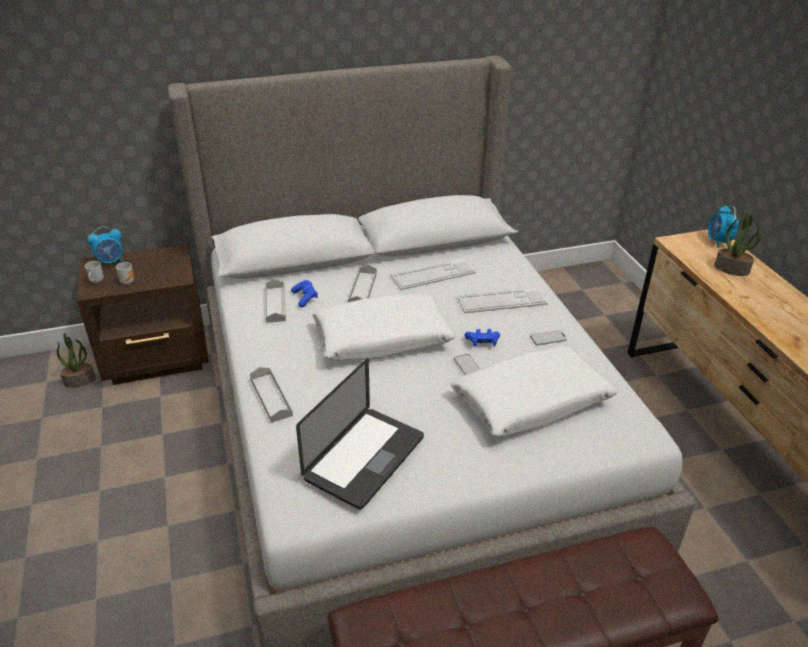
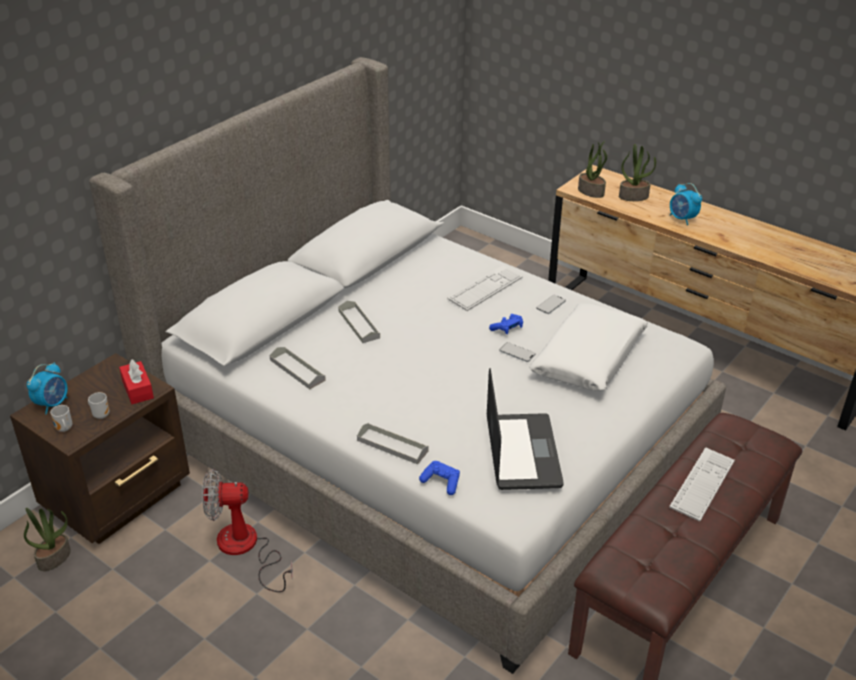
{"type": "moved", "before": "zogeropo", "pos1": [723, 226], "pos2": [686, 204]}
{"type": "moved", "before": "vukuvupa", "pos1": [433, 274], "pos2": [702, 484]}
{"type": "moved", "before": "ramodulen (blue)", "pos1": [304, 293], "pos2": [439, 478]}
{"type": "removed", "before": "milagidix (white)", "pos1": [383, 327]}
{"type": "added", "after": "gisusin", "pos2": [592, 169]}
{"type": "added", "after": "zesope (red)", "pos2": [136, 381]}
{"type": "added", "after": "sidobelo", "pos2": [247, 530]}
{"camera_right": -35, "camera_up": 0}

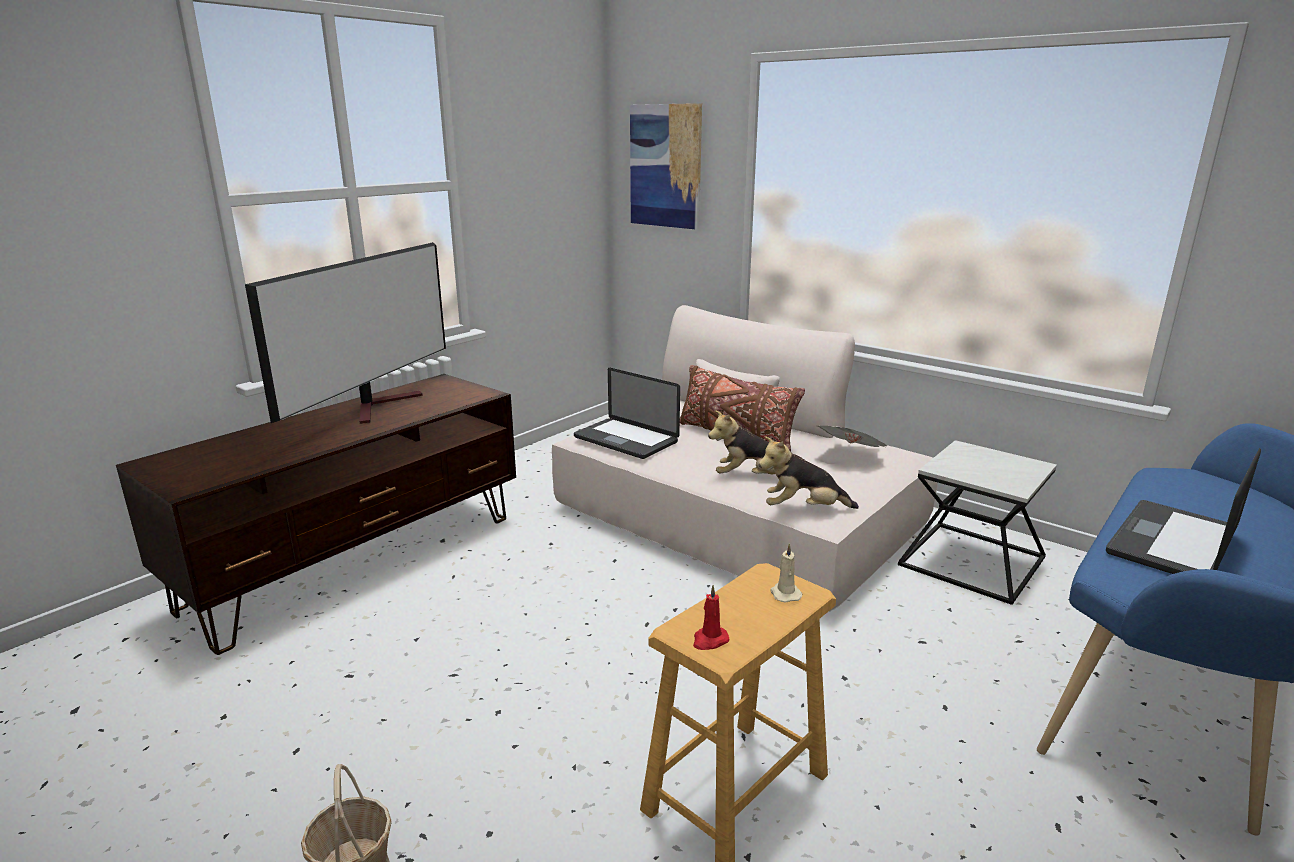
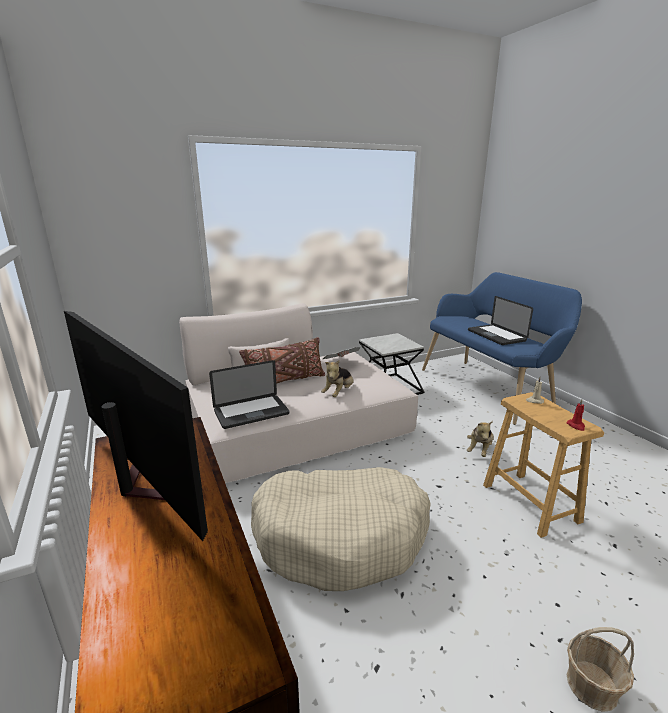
{"type": "removed", "before": "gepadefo", "pos1": [666, 166]}
{"type": "moved", "before": "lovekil", "pos1": [809, 472], "pos2": [480, 439]}
{"type": "added", "after": "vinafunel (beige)", "pos2": [341, 529]}
{"camera_right": -65, "camera_up": 0}

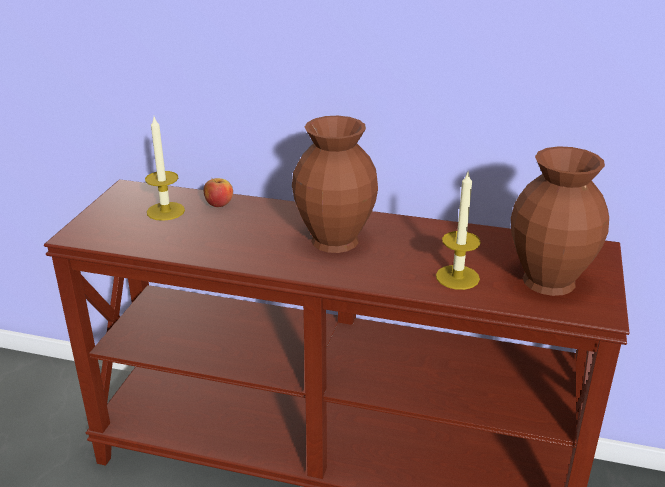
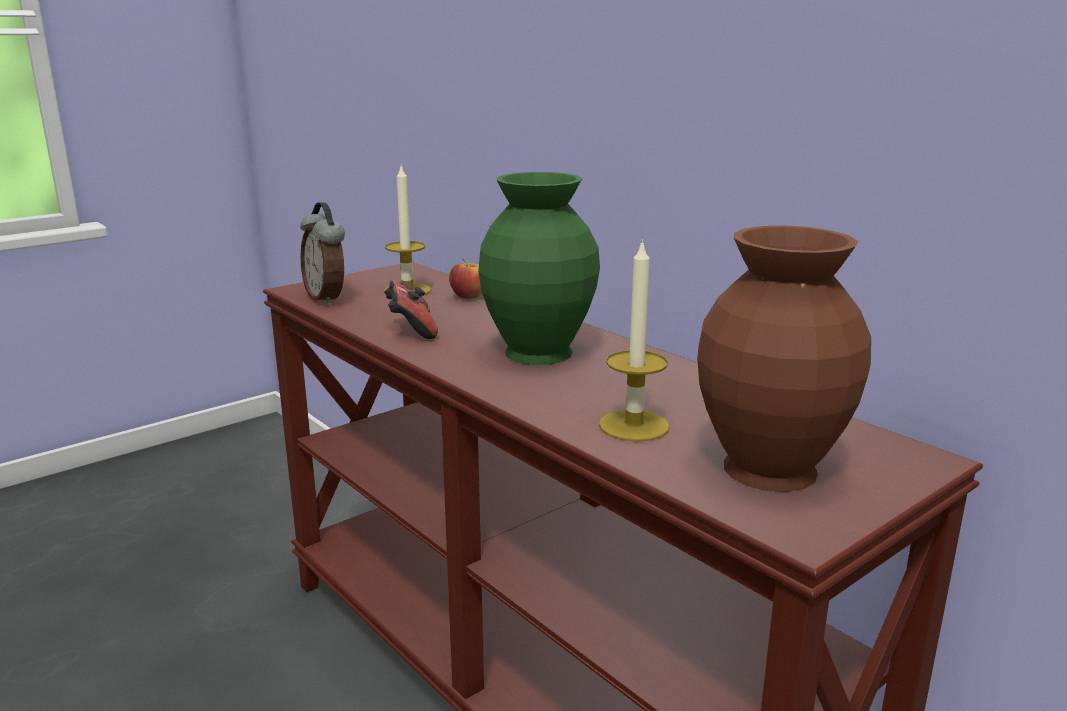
{"type": "recoloured", "before": "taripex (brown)", "after": "taripex (green)", "pos1": [335, 184], "pos2": [539, 268]}
{"type": "added", "after": "zogeropo", "pos2": [322, 254]}
{"type": "added", "after": "ramodulen", "pos2": [411, 309]}
{"camera_right": 35, "camera_up": -10}

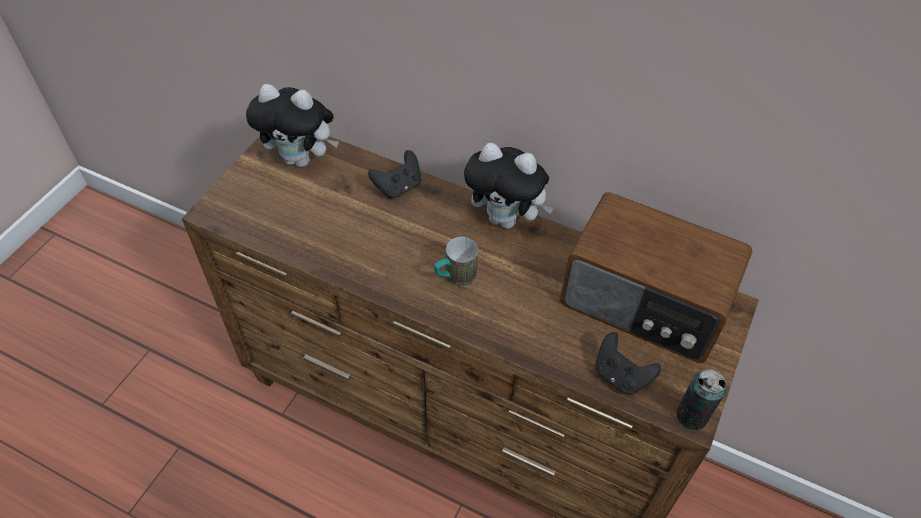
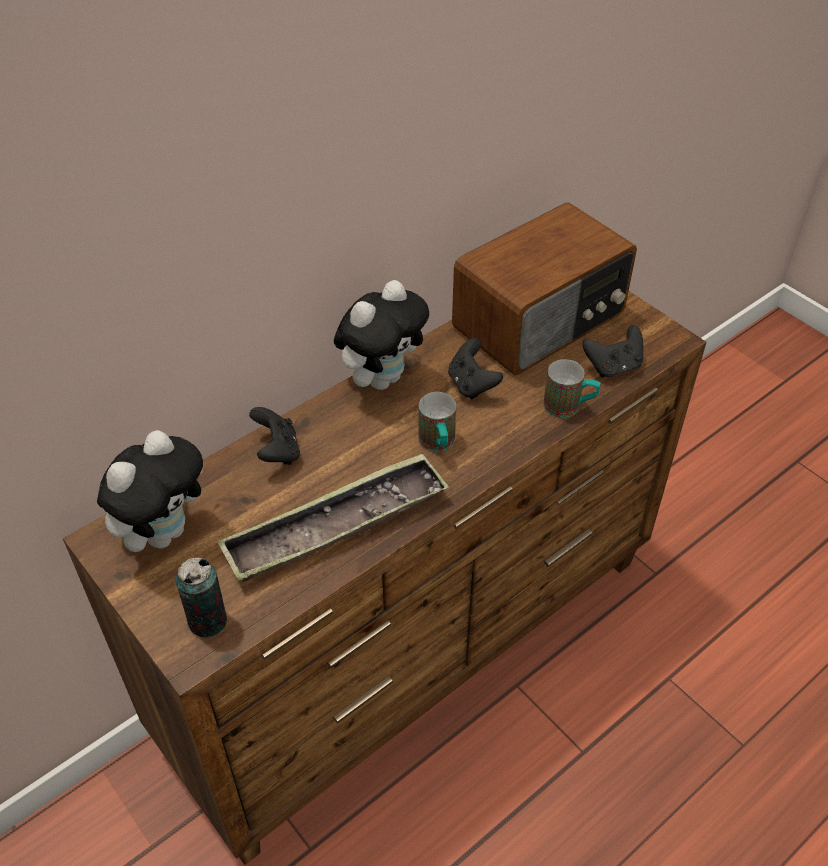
{"type": "moved", "before": "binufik", "pos1": [701, 399], "pos2": [201, 597]}
{"type": "added", "after": "ramodulen (black)", "pos2": [475, 369]}
{"type": "added", "after": "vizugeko", "pos2": [572, 388]}
{"type": "added", "after": "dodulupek", "pos2": [333, 517]}
{"camera_right": -65, "camera_up": -5}

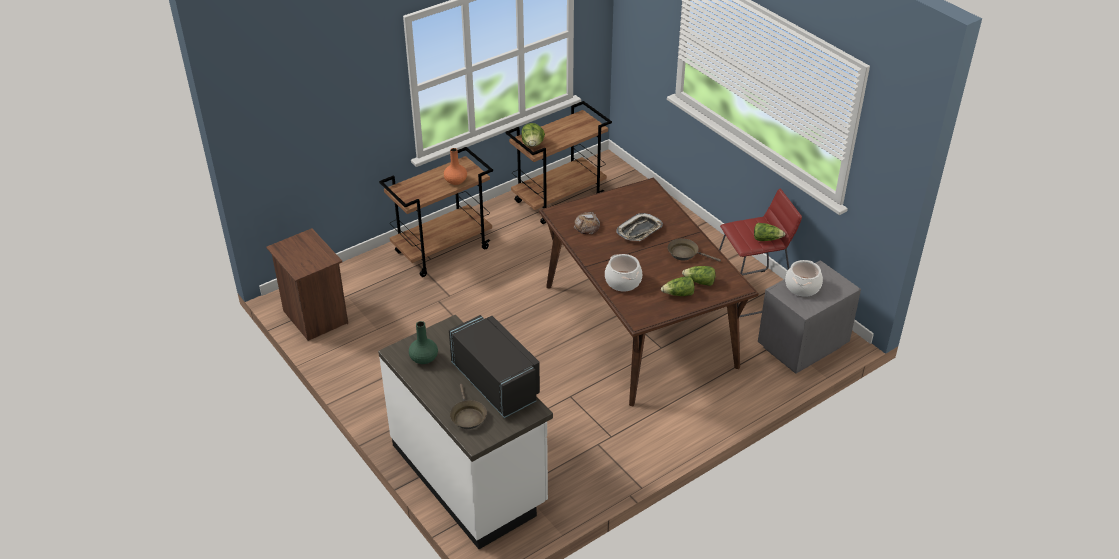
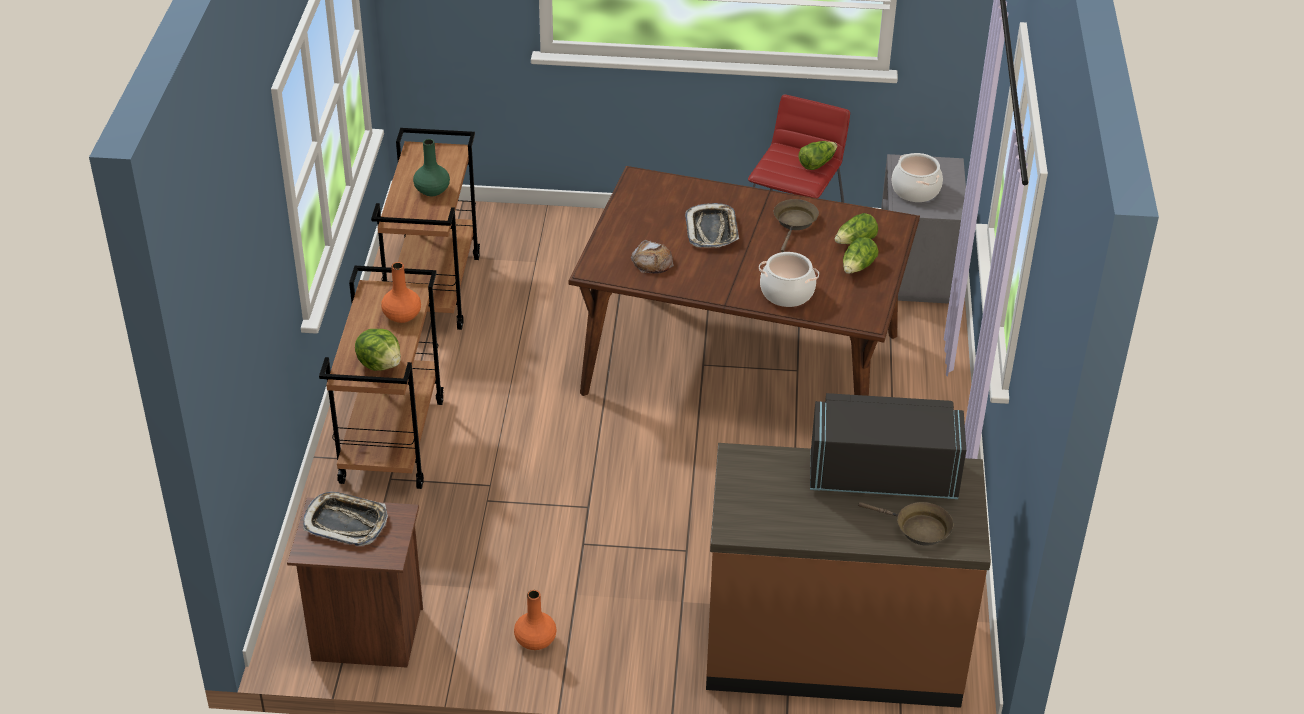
{"type": "moved", "before": "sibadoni", "pos1": [533, 135], "pos2": [378, 350]}
{"type": "turned", "before": "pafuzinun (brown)", "pos1": [694, 250], "pos2": [796, 225], "turn": 135}
{"type": "recoloured", "before": "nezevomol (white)", "after": "nezevomol (brown)", "pos1": [465, 432], "pos2": [848, 575]}
{"type": "moved", "before": "taripex (green)", "pos1": [423, 342], "pos2": [431, 167]}
{"type": "added", "after": "dodulupek", "pos2": [345, 519]}
{"type": "added", "after": "taripex (orange)", "pos2": [535, 620]}
{"camera_right": -50, "camera_up": 0}

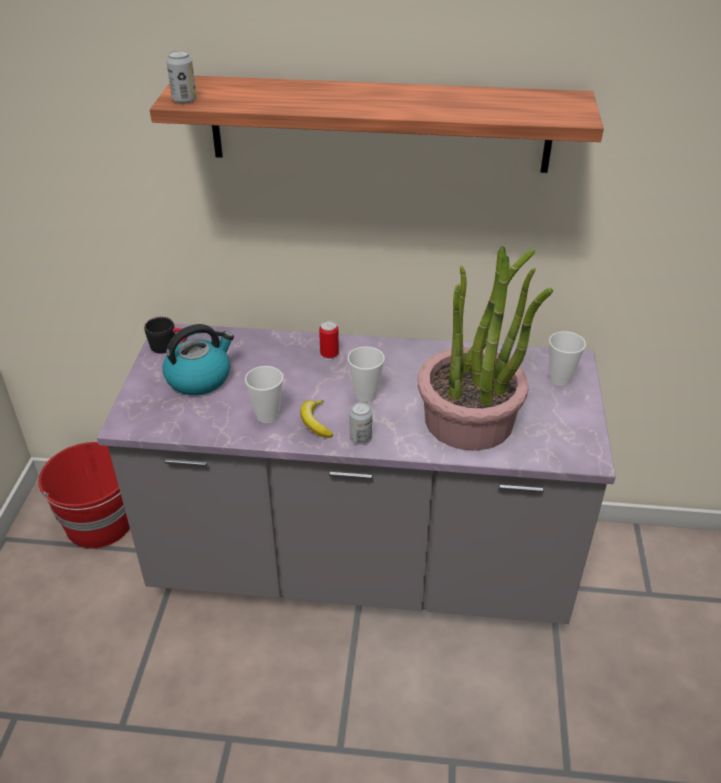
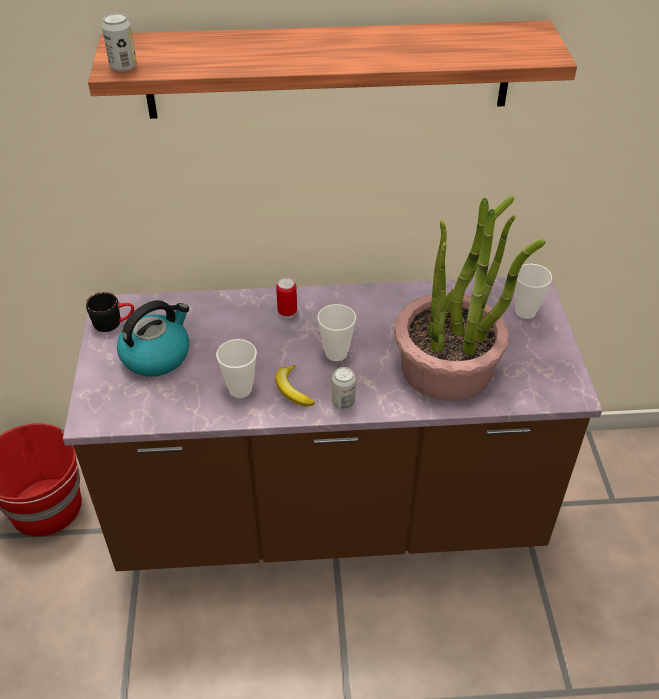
{"type": "recoloured", "before": "nezevomol (grey)", "after": "nezevomol (brown)", "pos1": [356, 474], "pos2": [332, 424]}
{"camera_right": -10, "camera_up": 5}

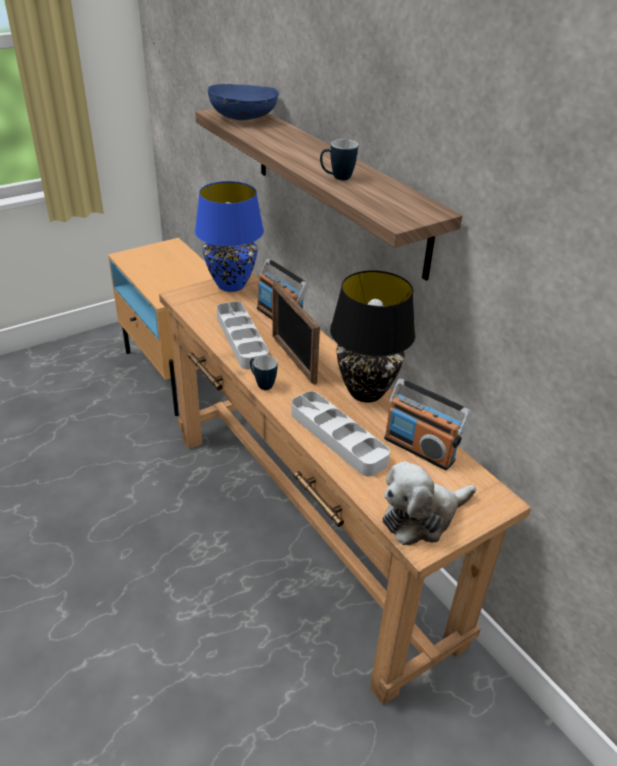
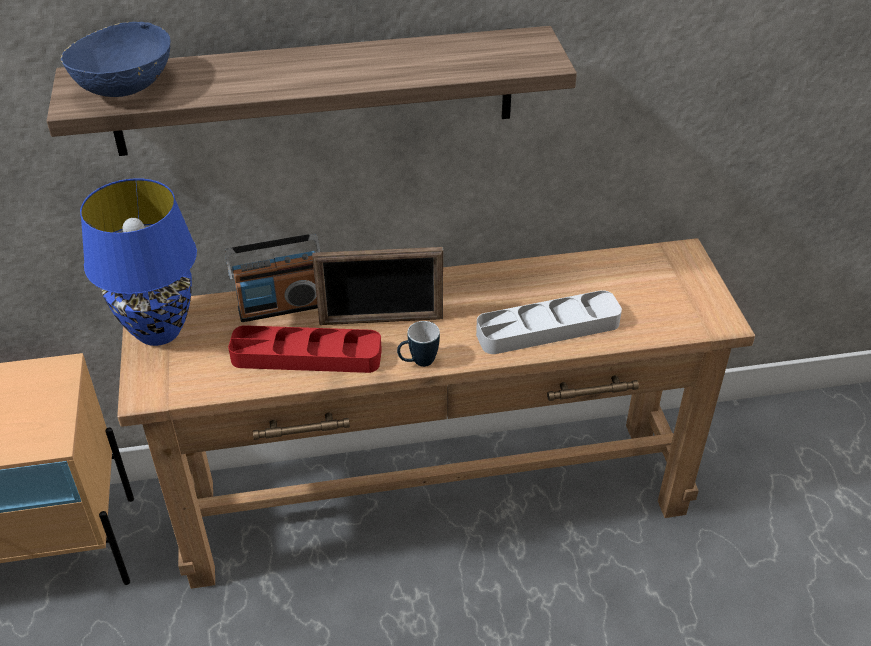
{"type": "removed", "before": "vizugeko", "pos1": [339, 159]}
{"type": "removed", "before": "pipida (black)", "pos1": [372, 336]}
{"type": "recoloured", "before": "dodulupek (grey)", "after": "dodulupek (red)", "pos1": [242, 335], "pos2": [305, 349]}
{"type": "removed", "before": "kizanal", "pos1": [427, 424]}
{"type": "removed", "before": "lovekil", "pos1": [429, 503]}
{"camera_right": -65, "camera_up": 5}

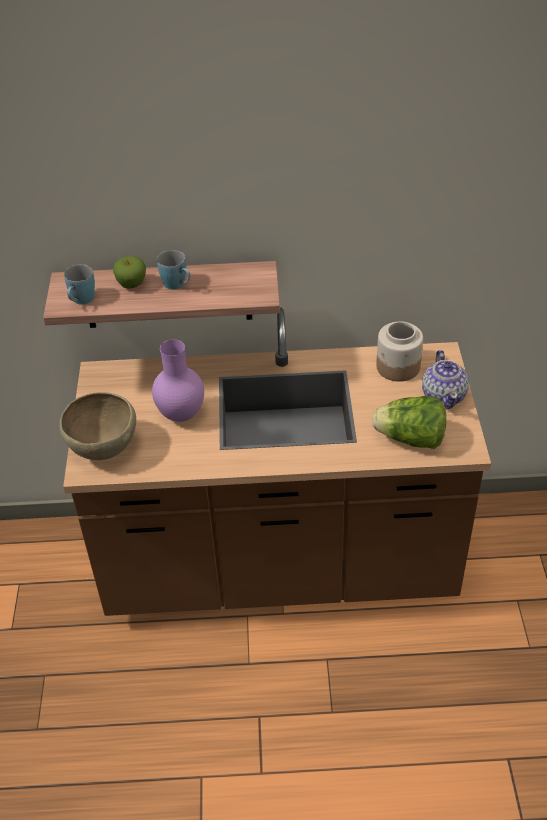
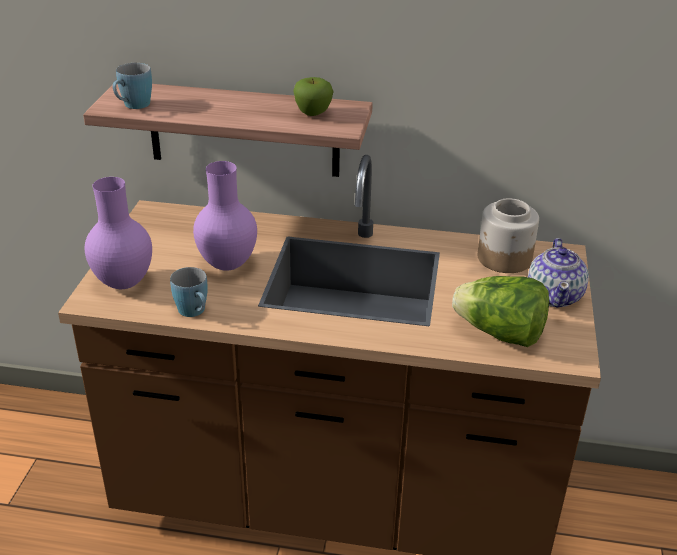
{"type": "moved", "before": "vizugeko (blue)", "pos1": [173, 270], "pos2": [189, 292]}
{"type": "moved", "before": "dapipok", "pos1": [129, 272], "pos2": [313, 96]}
{"type": "replaced", "before": "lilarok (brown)", "after": "taripex (purple)", "pos1": [97, 426], "pos2": [118, 233]}
{"camera_right": 10, "camera_up": -10}

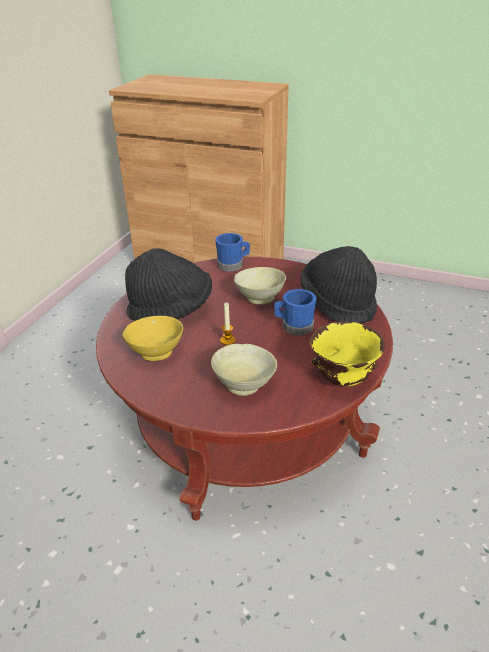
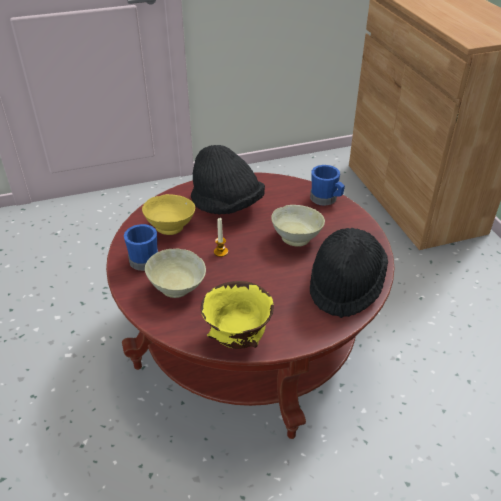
{"type": "moved", "before": "vizugeko (blue)", "pos1": [295, 312], "pos2": [141, 247]}
{"camera_right": 50, "camera_up": 5}

